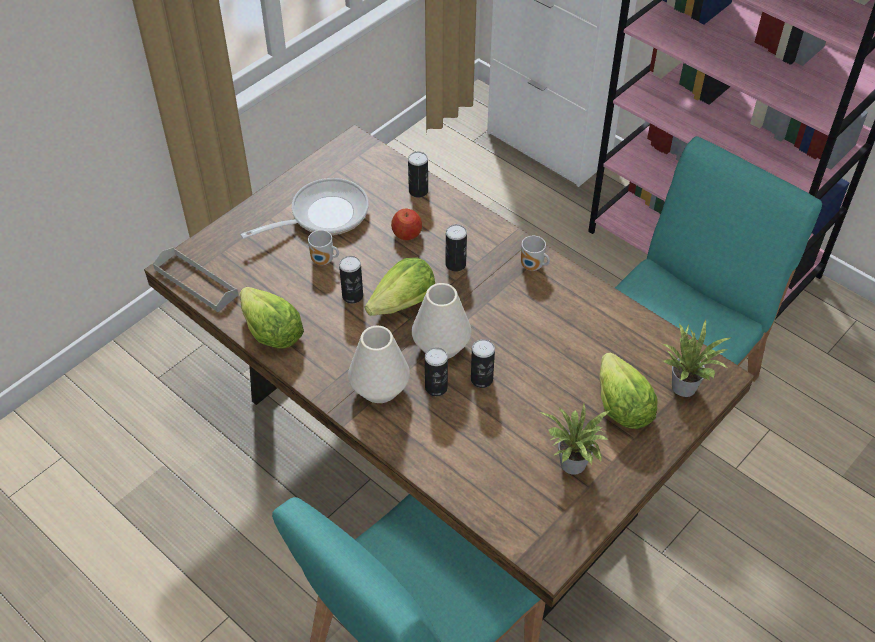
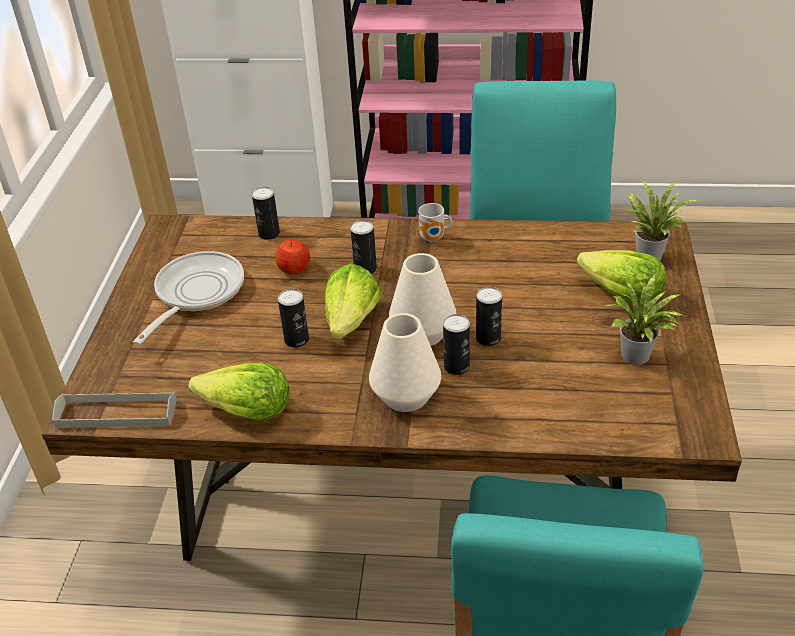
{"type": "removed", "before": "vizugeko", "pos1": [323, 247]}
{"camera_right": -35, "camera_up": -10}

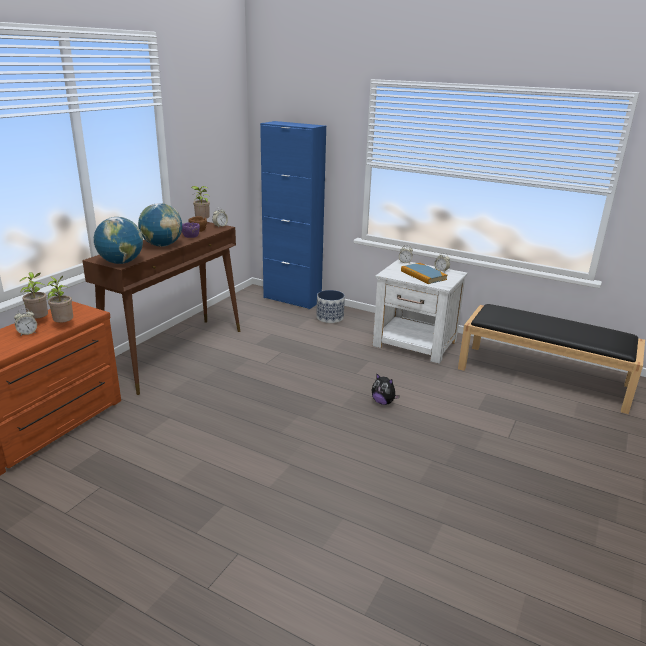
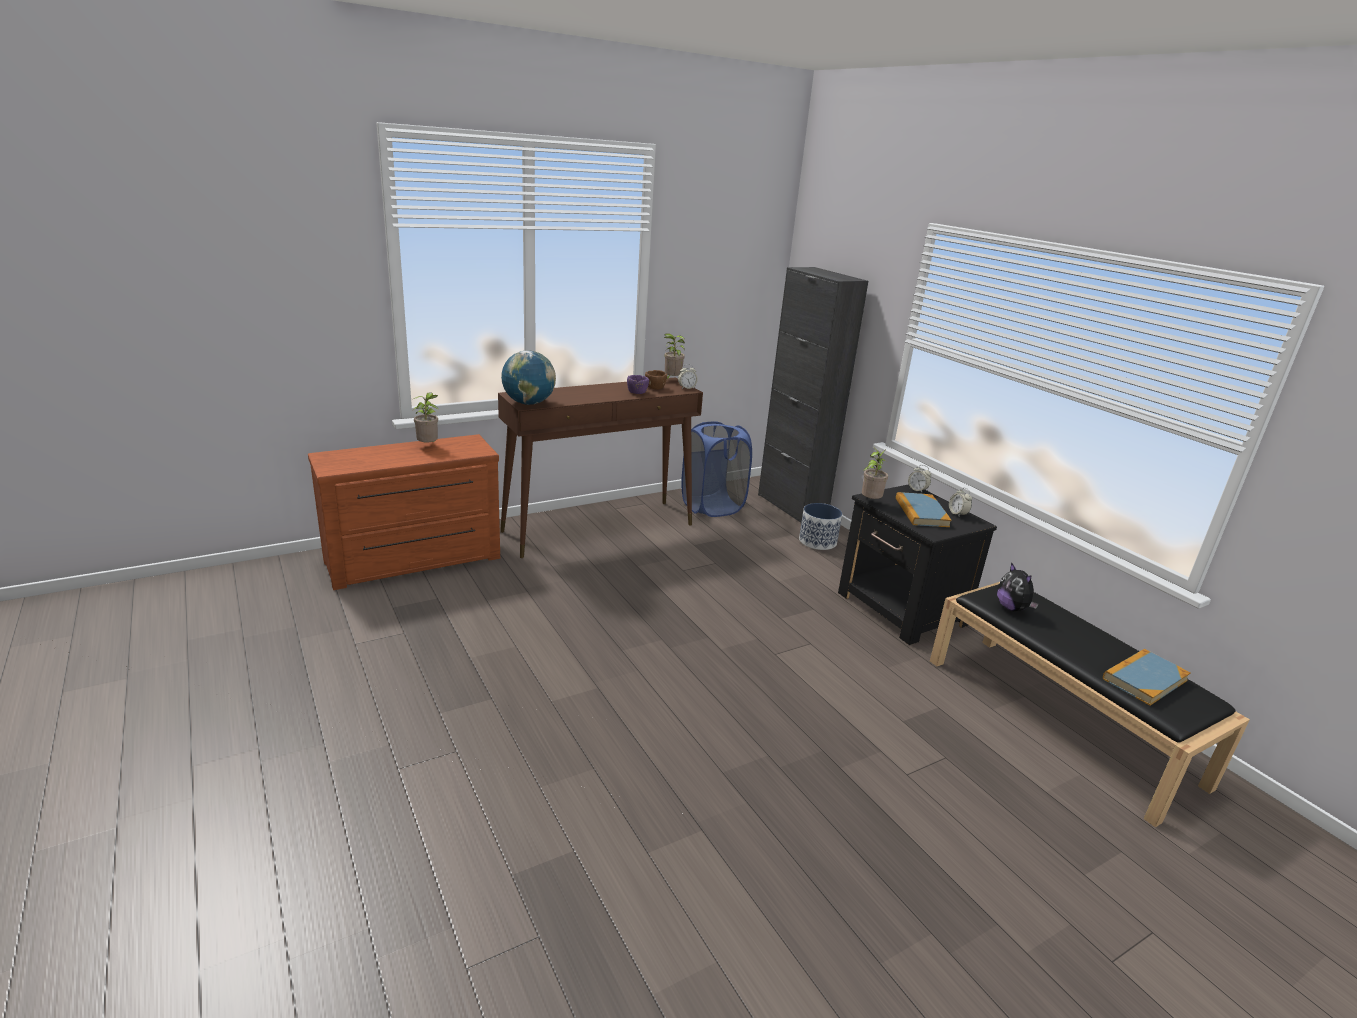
{"type": "recoloured", "before": "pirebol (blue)", "after": "pirebol (black)", "pos1": [293, 215], "pos2": [813, 394]}
{"type": "removed", "before": "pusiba", "pos1": [160, 225]}
{"type": "recoloured", "before": "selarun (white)", "after": "selarun (black)", "pos1": [420, 312], "pos2": [917, 564]}
{"type": "moved", "before": "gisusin", "pos1": [60, 299], "pos2": [875, 472]}
{"type": "removed", "before": "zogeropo", "pos1": [25, 322]}
{"type": "moved", "before": "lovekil", "pos1": [385, 389], "pos2": [1018, 586]}
{"type": "added", "after": "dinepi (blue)", "pos2": [716, 469]}
{"type": "added", "after": "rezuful", "pos2": [1146, 677]}
{"camera_right": 30, "camera_up": 0}

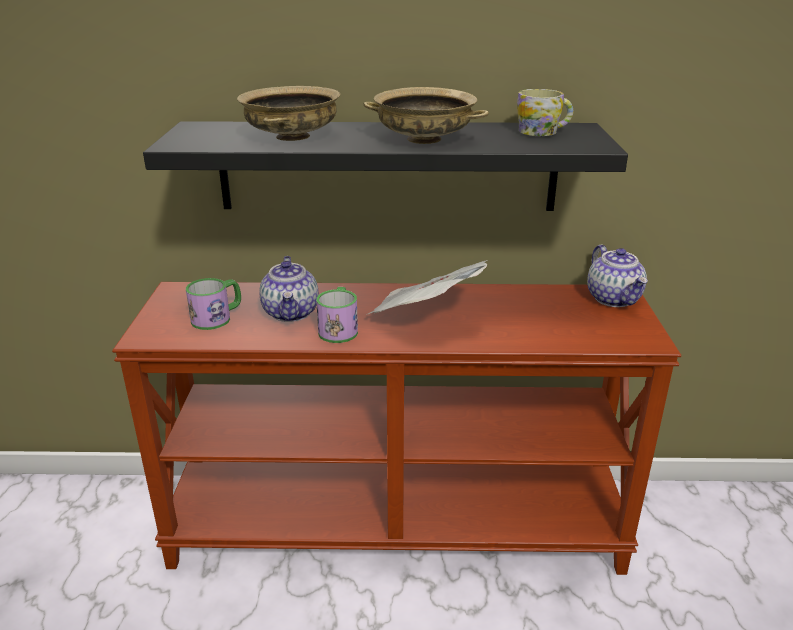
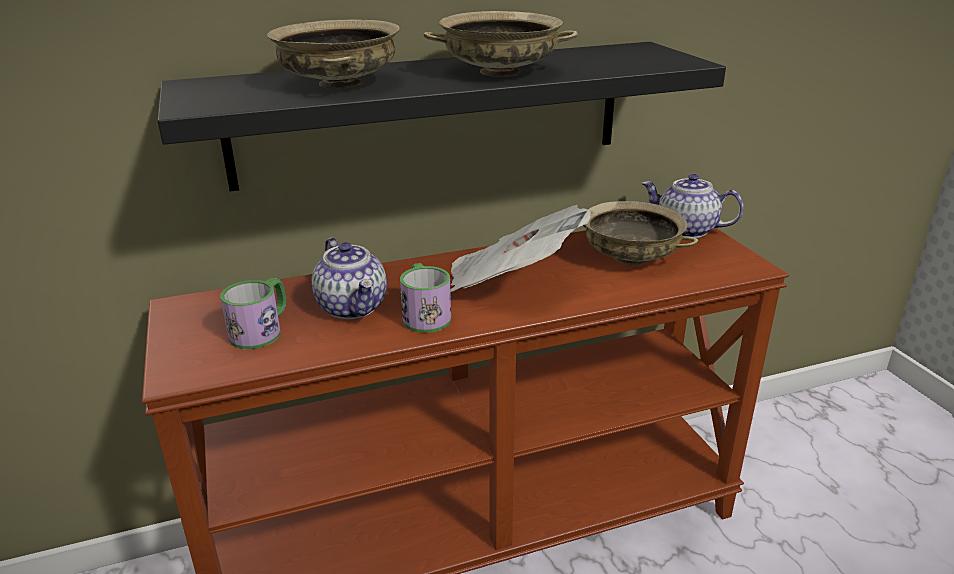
{"type": "removed", "before": "vizugeko", "pos1": [545, 112]}
{"type": "turned", "before": "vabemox", "pos1": [617, 275], "pos2": [693, 206], "turn": 150}
{"type": "added", "after": "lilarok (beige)", "pos2": [640, 233]}
{"camera_right": -20, "camera_up": 0}

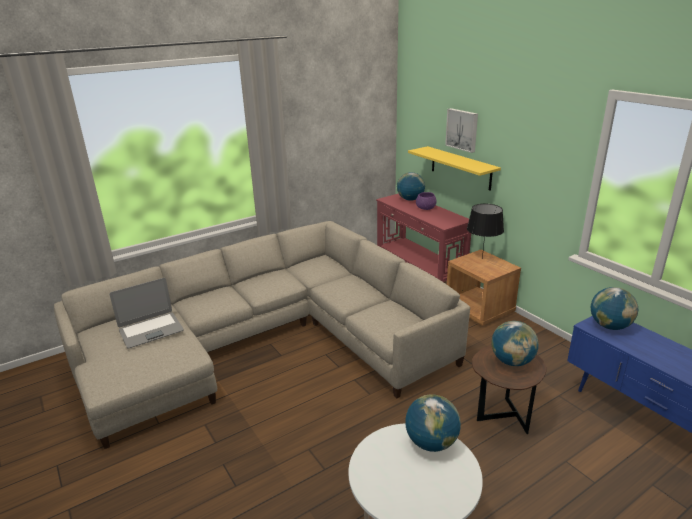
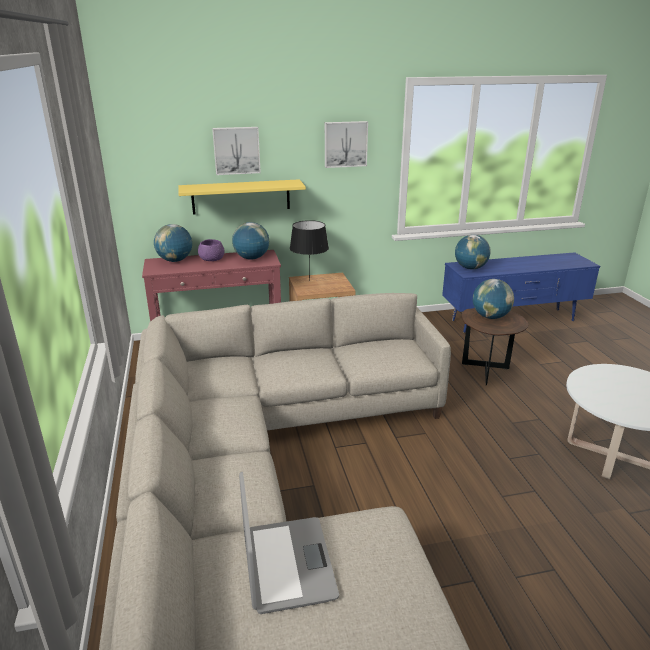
{"type": "moved", "before": "pusiba", "pos1": [433, 423], "pos2": [250, 241]}
{"type": "added", "after": "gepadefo", "pos2": [346, 144]}
{"camera_right": -70, "camera_up": 0}

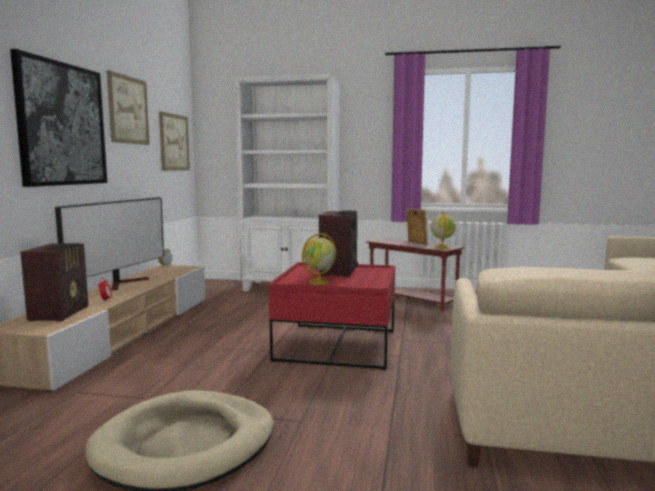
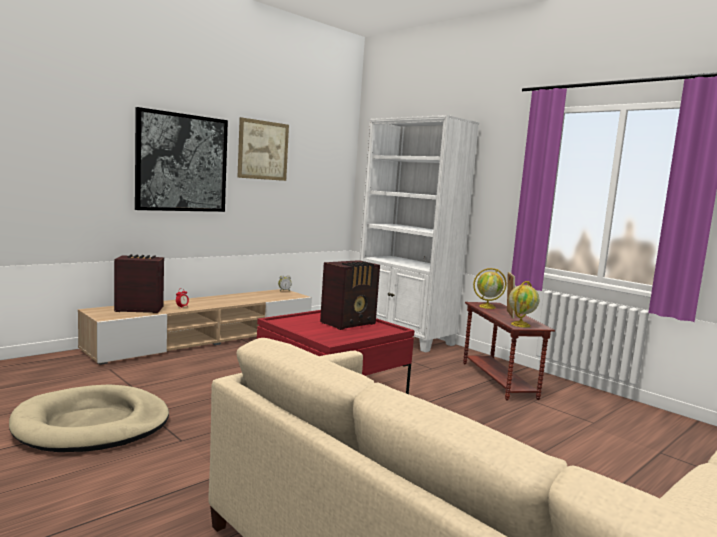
{"type": "removed", "before": "gepadefo", "pos1": [174, 141]}
{"type": "removed", "before": "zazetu", "pos1": [109, 243]}
{"type": "moved", "before": "pusiba", "pos1": [319, 259], "pos2": [489, 288]}
{"type": "turned", "before": "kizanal", "pos1": [54, 282], "pos2": [139, 283], "turn": -135}
{"camera_right": 35, "camera_up": 0}

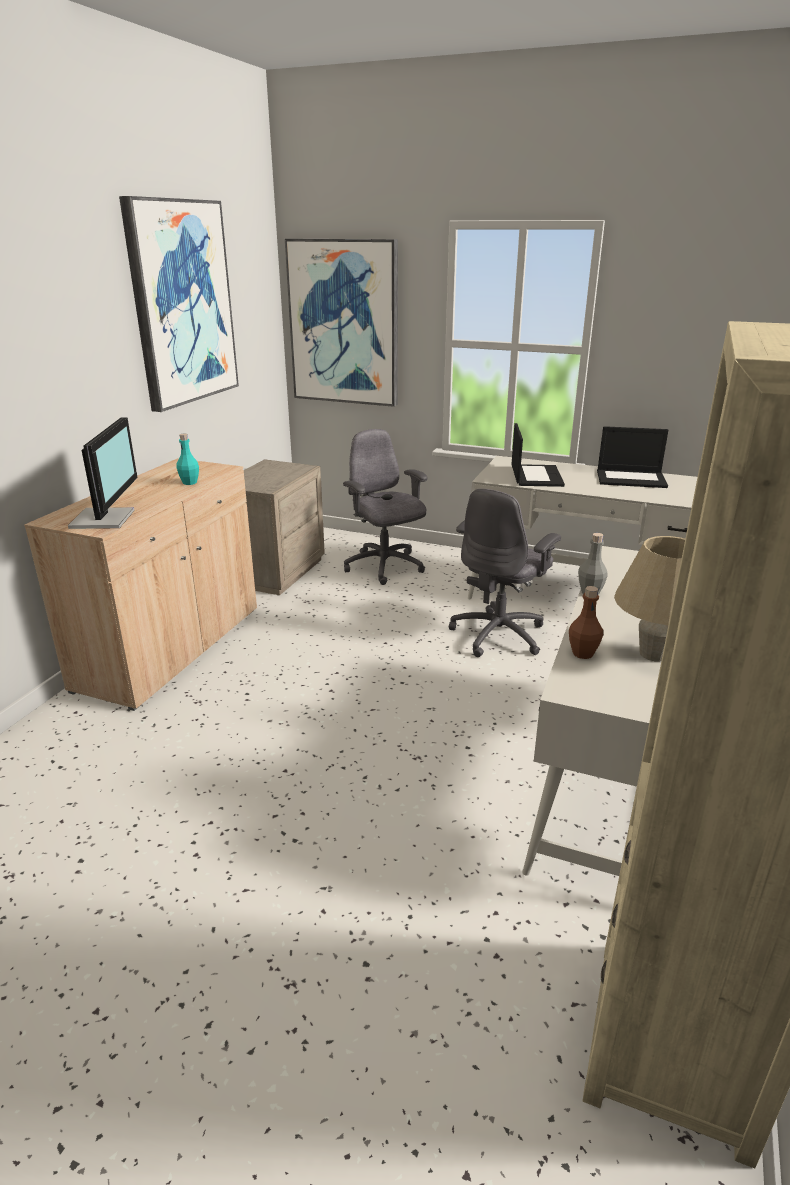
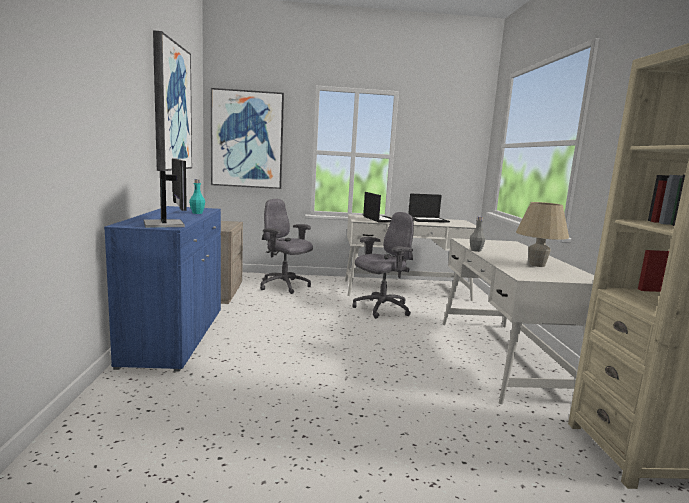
{"type": "recoloured", "before": "pirebol (beige)", "after": "pirebol (blue)", "pos1": [140, 584], "pos2": [162, 289]}
{"type": "turned", "before": "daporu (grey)", "pos1": [505, 573], "pos2": [383, 265], "turn": -135}
{"type": "removed", "before": "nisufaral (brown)", "pos1": [586, 622]}
{"camera_right": -25, "camera_up": -15}

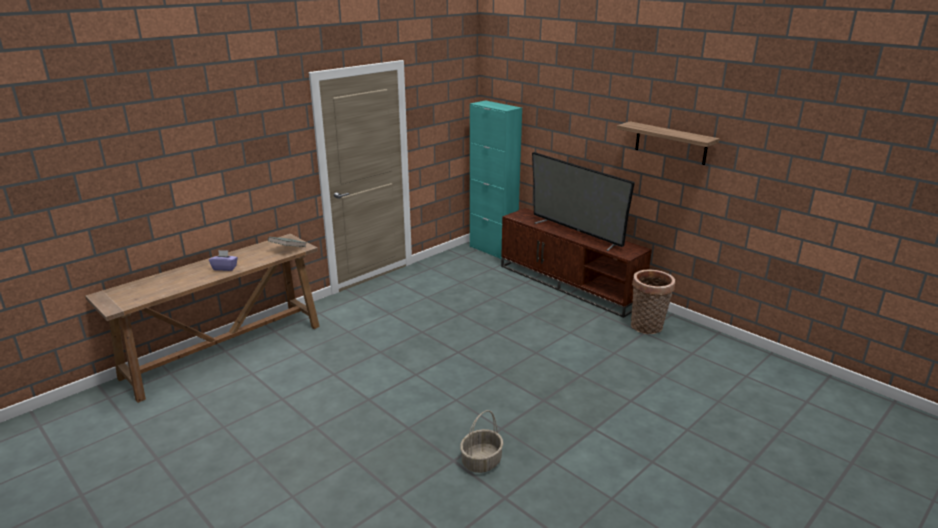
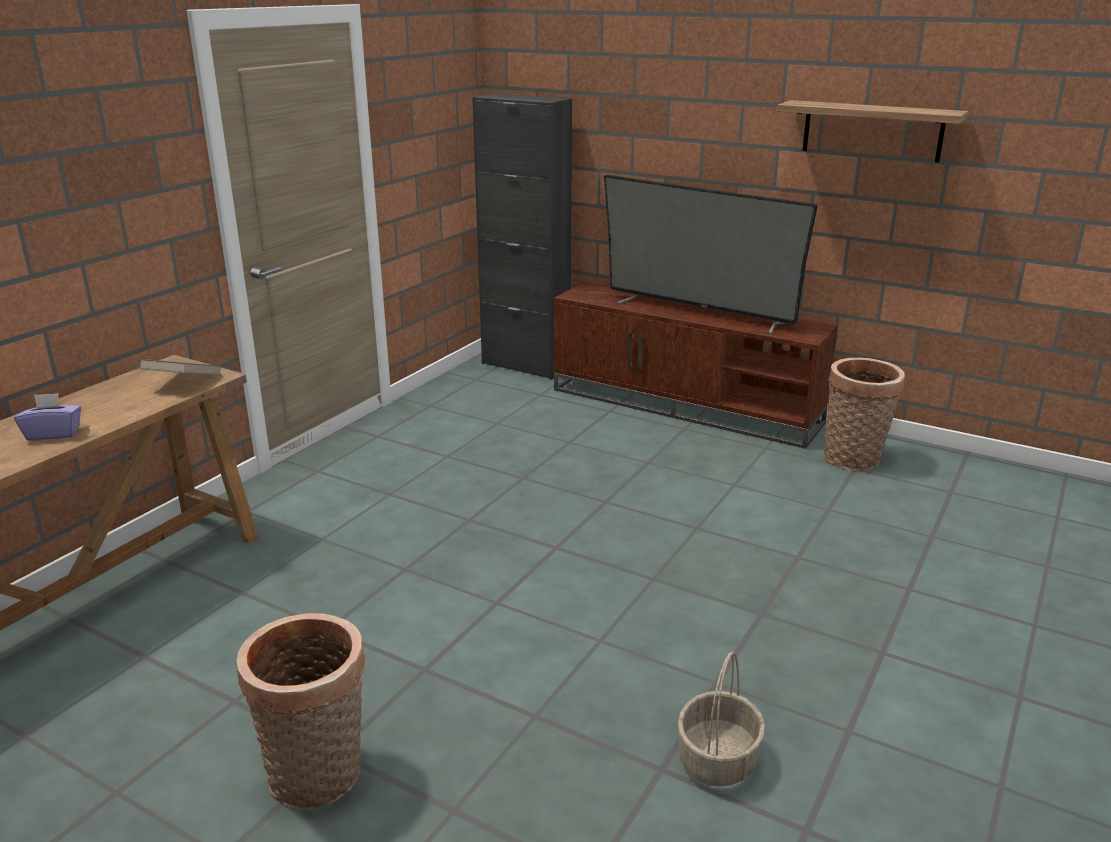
{"type": "recoloured", "before": "pirebol (turquoise)", "after": "pirebol (black)", "pos1": [496, 179], "pos2": [522, 236]}
{"type": "added", "after": "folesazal", "pos2": [301, 711]}
{"camera_right": -15, "camera_up": 0}

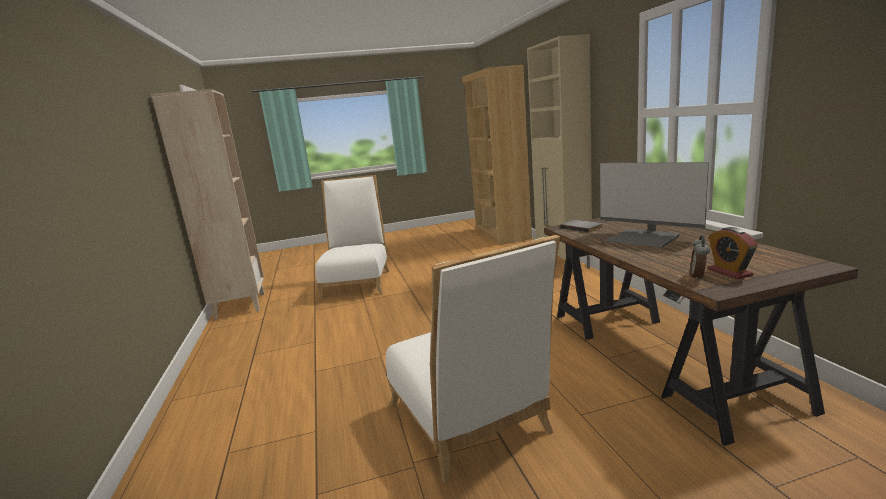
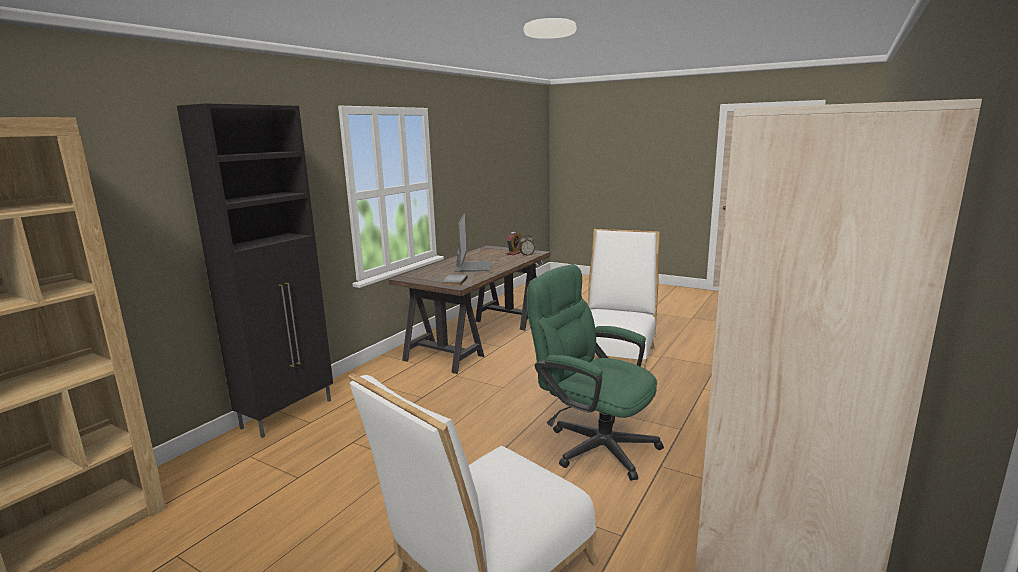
{"type": "recoloured", "before": "pirebol (beige)", "after": "pirebol (black)", "pos1": [559, 151], "pos2": [255, 270]}
{"type": "added", "after": "daporu (green)", "pos2": [595, 372]}
{"camera_right": -135, "camera_up": 0}

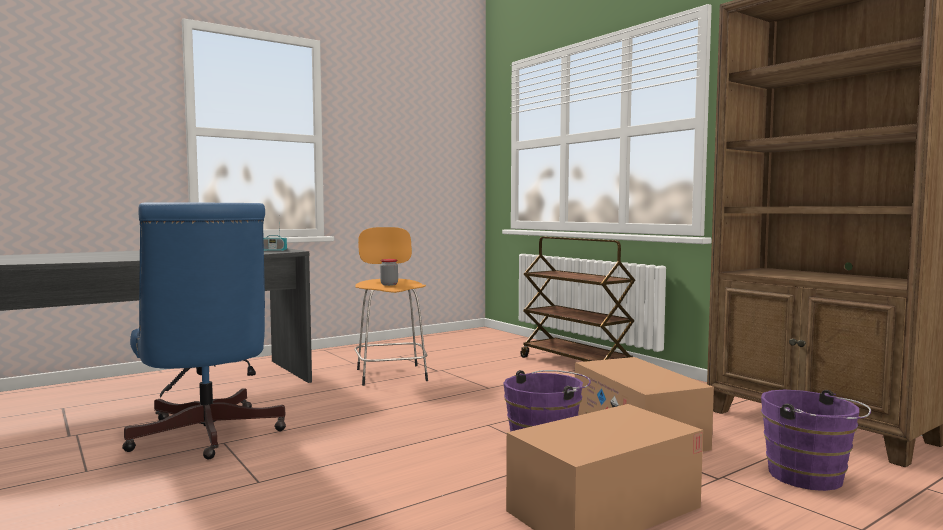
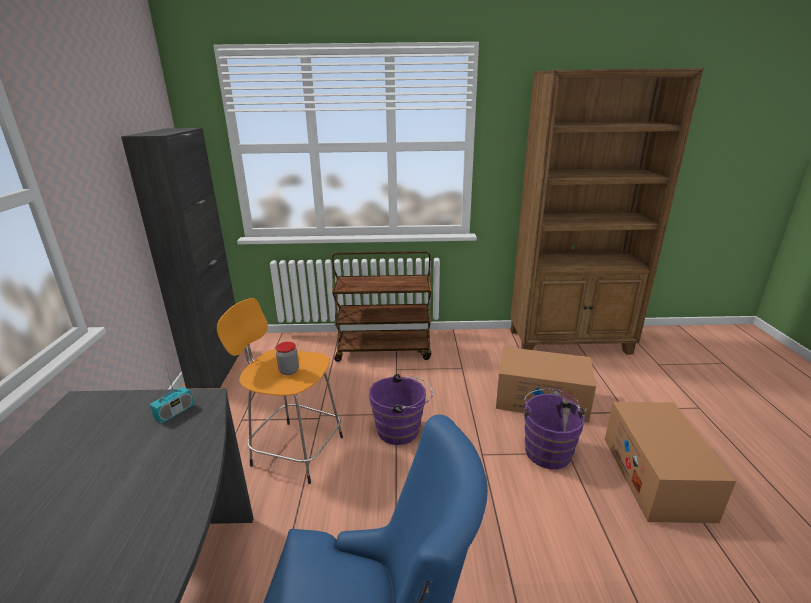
{"type": "moved", "before": "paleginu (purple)", "pos1": [816, 440], "pos2": [401, 409]}
{"type": "added", "after": "pirebol (black)", "pos2": [180, 258]}
{"camera_right": -55, "camera_up": 20}

